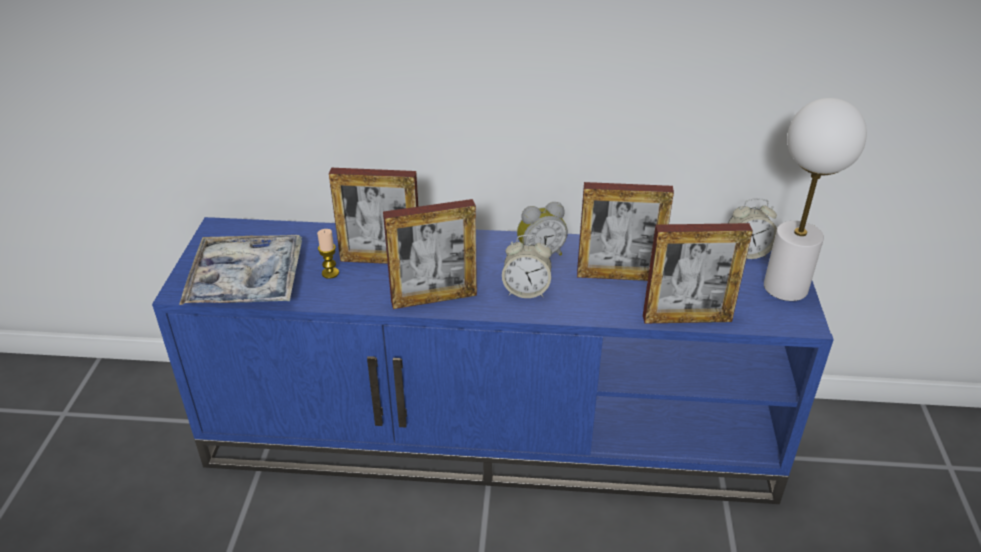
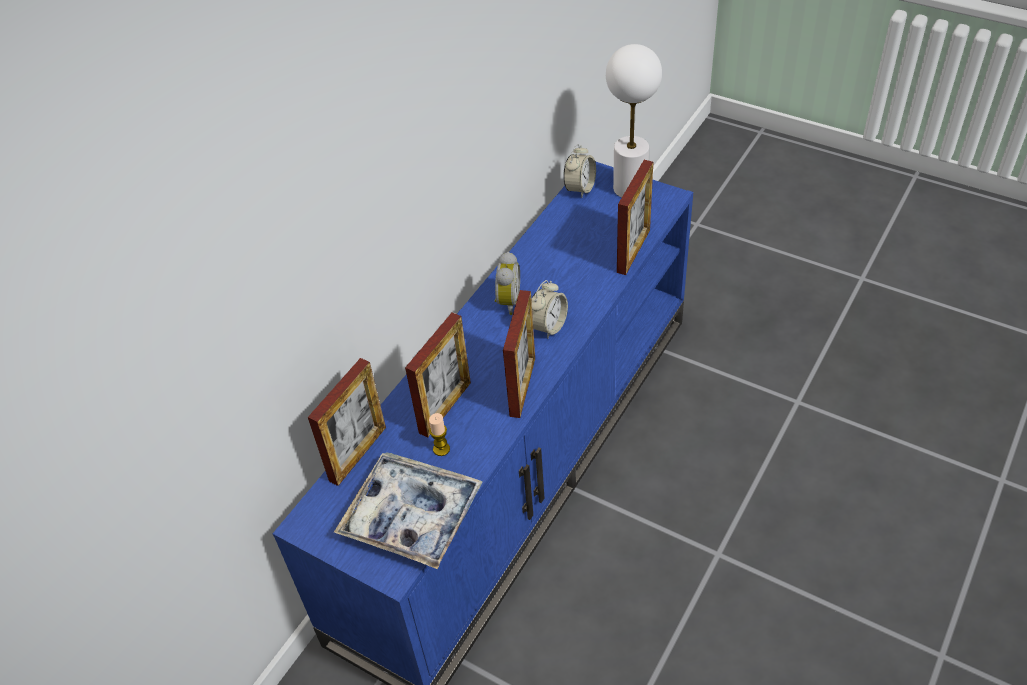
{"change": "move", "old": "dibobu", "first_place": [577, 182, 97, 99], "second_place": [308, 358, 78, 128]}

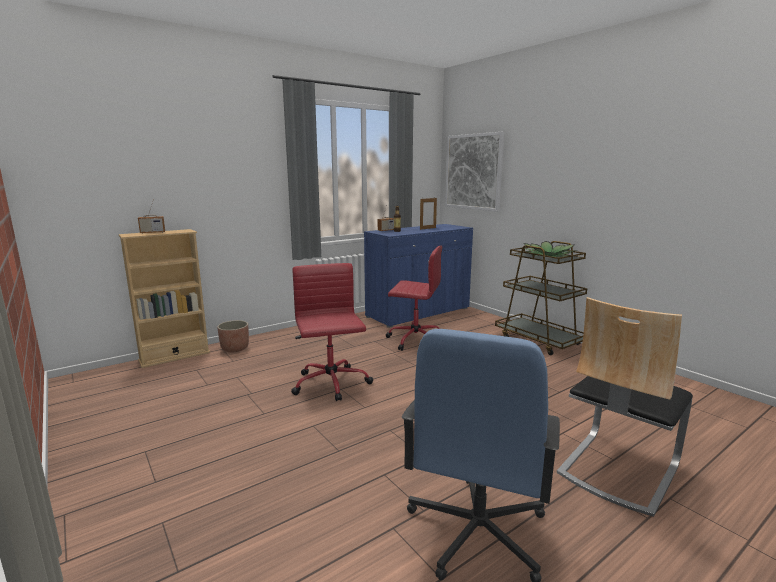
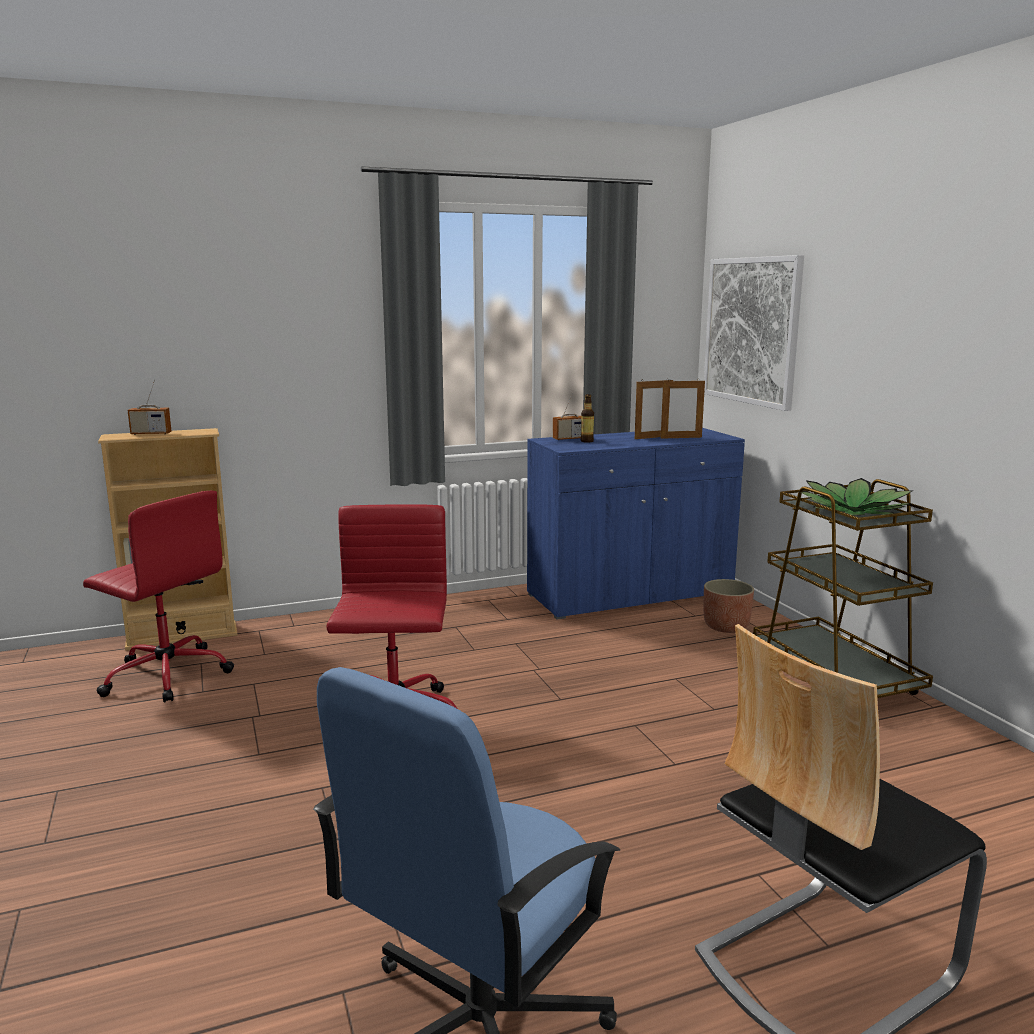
{"change": "move", "old": "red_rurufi", "first_place": [386, 245, 57, 106], "second_place": [83, 490, 151, 213]}
{"change": "insert", "new": "dibobu", "second_place": [661, 380, 44, 59]}
{"change": "move", "old": "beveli", "first_place": [217, 320, 32, 32], "second_place": [704, 579, 50, 54]}

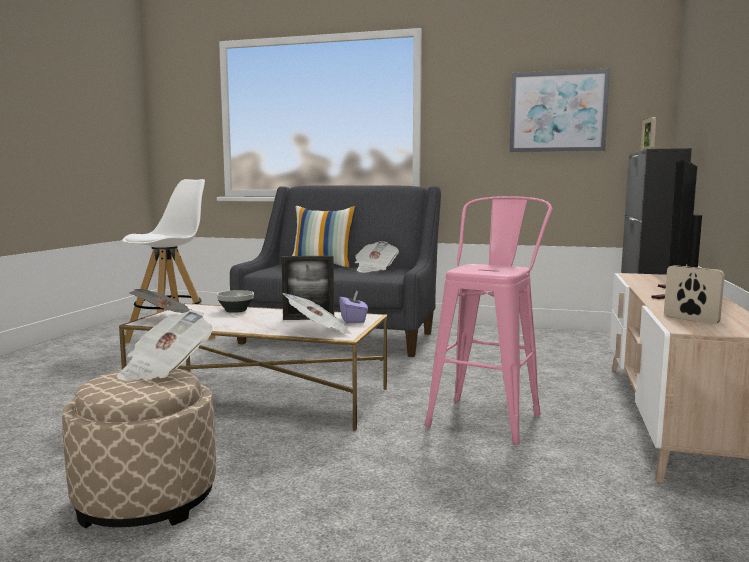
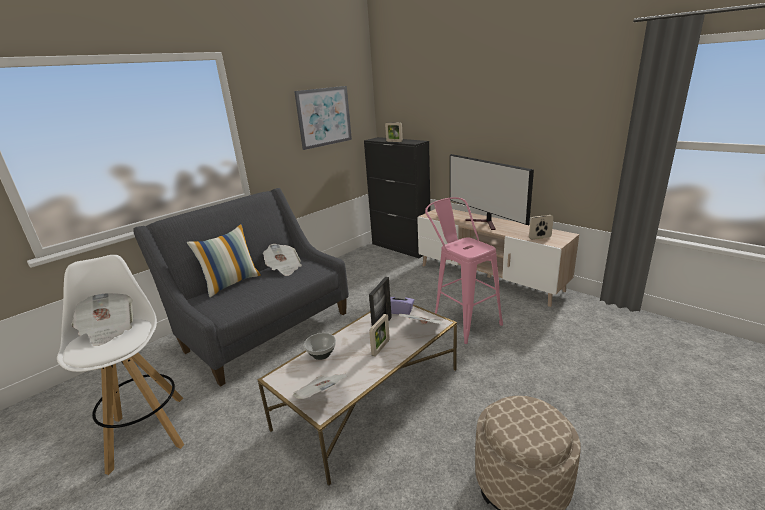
{"change": "move", "old": "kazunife", "first_place": [117, 311, 96, 70], "second_place": [72, 293, 61, 53]}
{"change": "insert", "new": "dibobu", "second_place": [369, 314, 21, 43]}

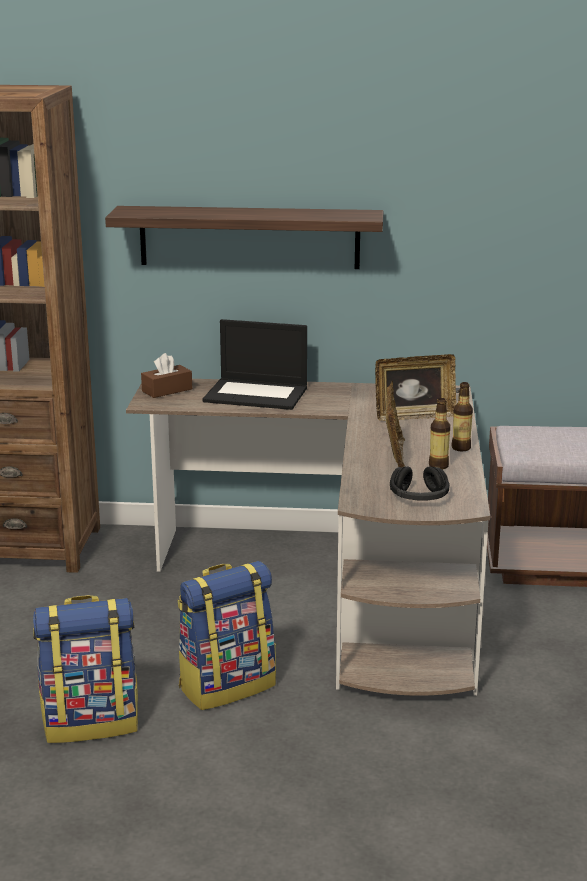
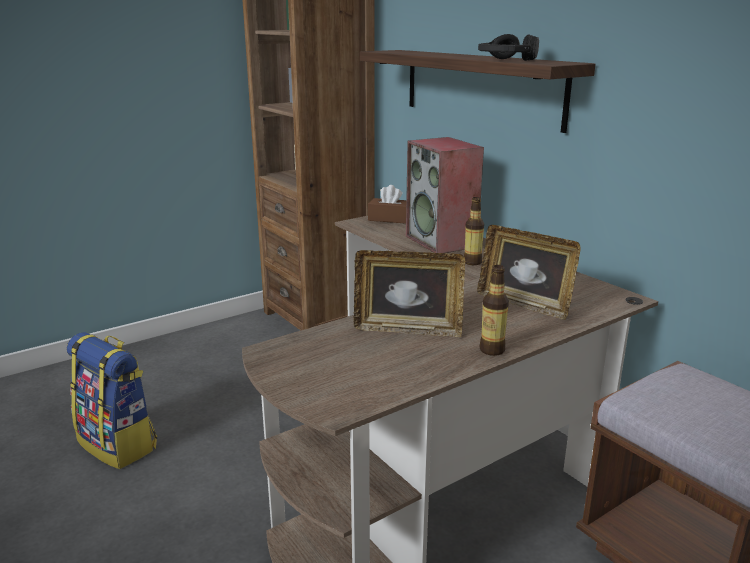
{"change": "rotate", "old": "dibobu", "first_place": [385, 381, 20, 86], "second_place": [353, 250, 112, 87], "degrees": 45}
{"change": "replace", "old": "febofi", "new": "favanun", "first_place": [202, 319, 105, 91], "second_place": [406, 137, 78, 116]}
{"change": "move", "old": "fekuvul", "first_place": [429, 398, 21, 71], "second_place": [464, 197, 20, 68]}
{"change": "move", "old": "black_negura", "first_place": [390, 466, 60, 35], "second_place": [478, 34, 61, 27]}
{"change": "delete", "old": "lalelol", "first_place": [178, 561, 98, 149]}

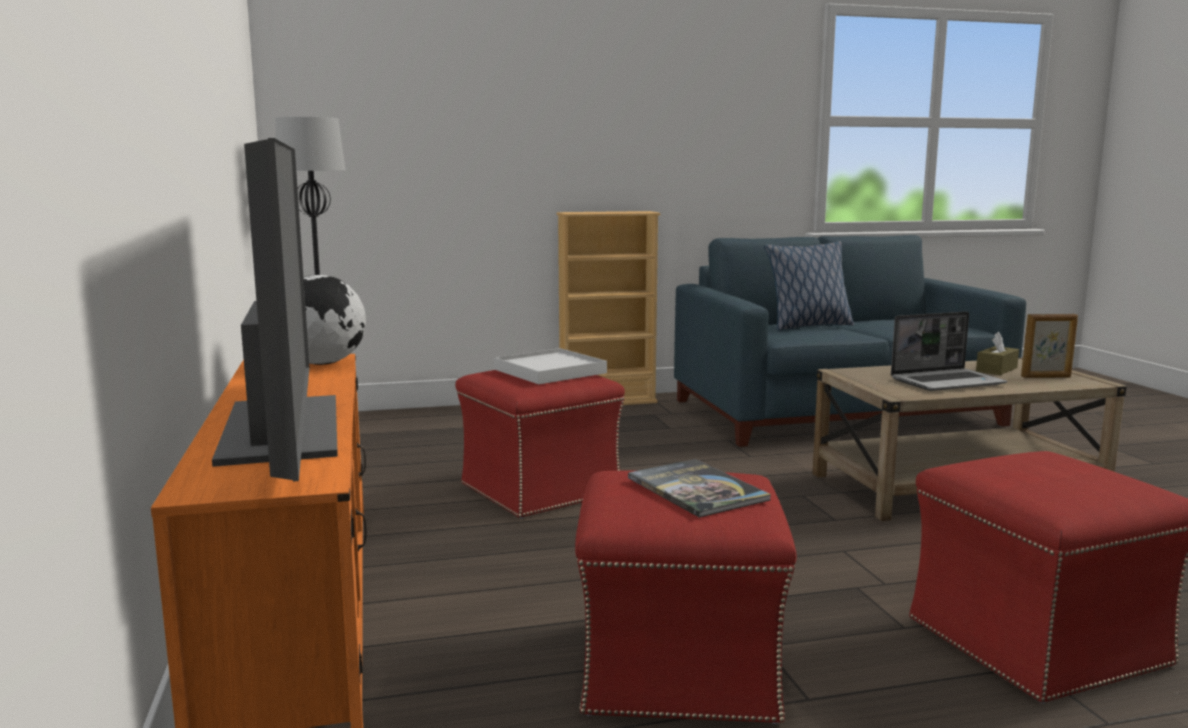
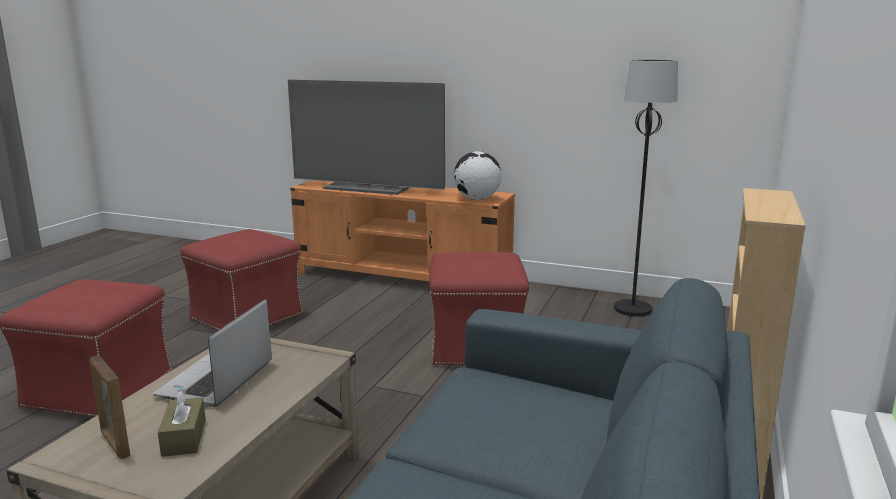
{"change": "rotate", "old": "dibobu", "first_place": [1021, 314, 57, 64], "second_place": [90, 355, 40, 104], "degrees": -75}
{"change": "delete", "old": "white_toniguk", "first_place": [494, 348, 113, 36]}
{"change": "delete", "old": "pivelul", "first_place": [628, 459, 143, 59]}
{"change": "delete", "old": "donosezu", "first_place": [764, 241, 90, 90]}

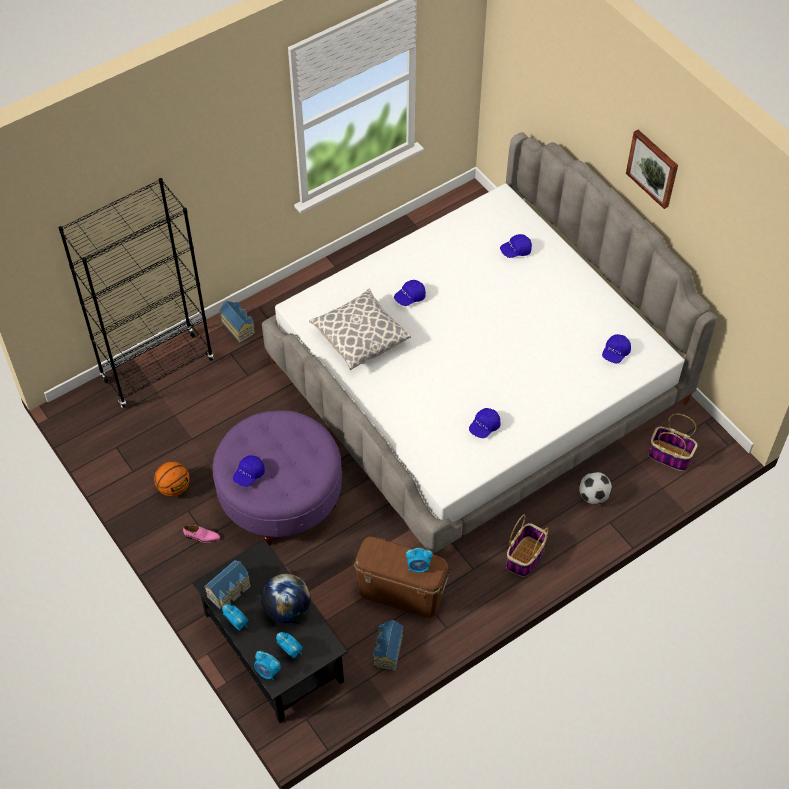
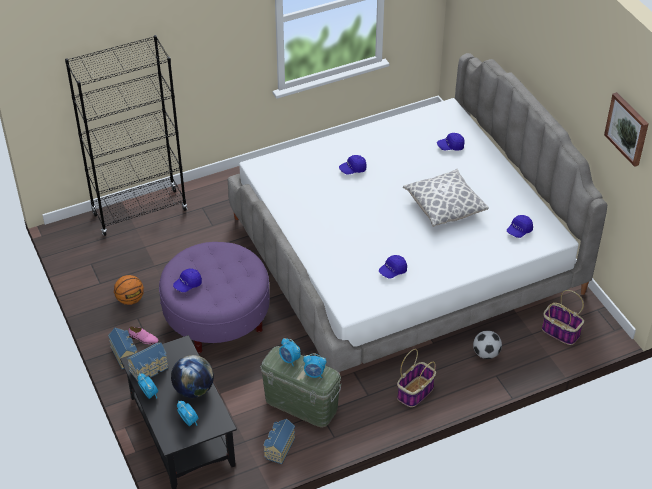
{"change": "move", "old": "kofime", "first_place": [219, 301, 36, 42], "second_place": [108, 328, 29, 41]}
{"change": "recolor", "old": "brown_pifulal", "new": "green_pifulal", "first_place": [353, 536, 97, 82], "second_place": [260, 346, 82, 82]}
{"change": "move", "old": "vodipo", "first_place": [254, 651, 27, 29], "second_place": [279, 338, 22, 28]}
{"change": "move", "old": "donosezu", "first_place": [309, 289, 102, 81], "second_place": [403, 169, 85, 58]}
{"change": "move", "old": "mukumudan", "first_place": [626, 130, 52, 79], "second_place": [604, 92, 44, 75]}

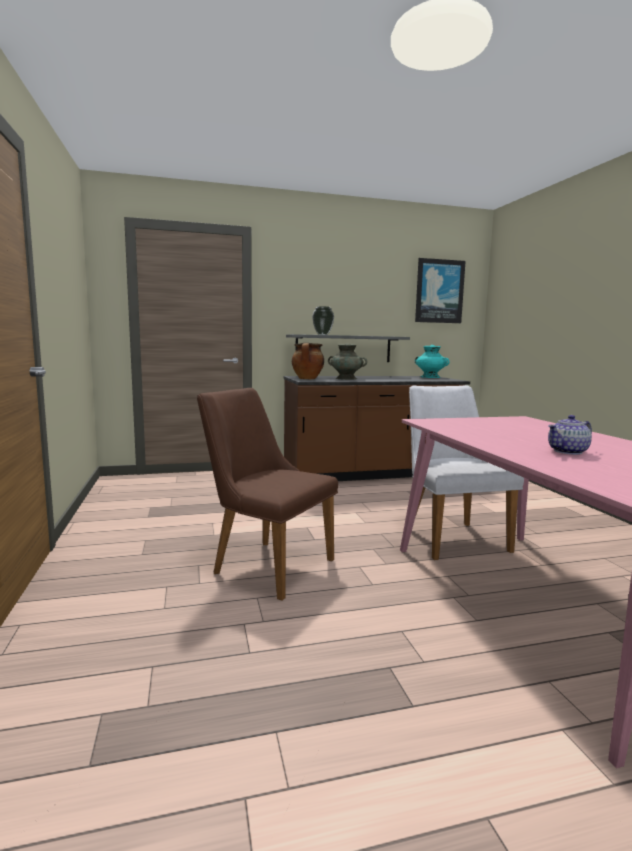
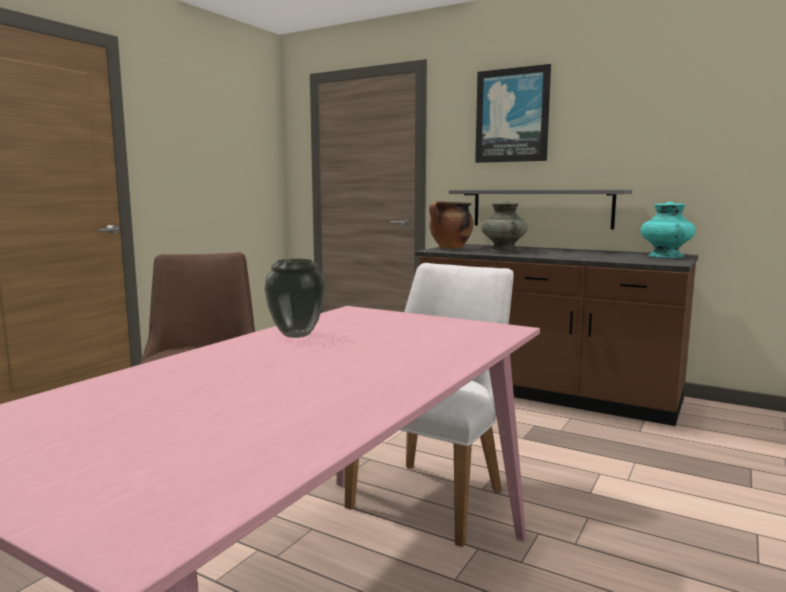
{"change": "move", "old": "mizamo", "first_place": [312, 306, 22, 29], "second_place": [264, 259, 62, 79]}
{"change": "move", "old": "mukumudan", "first_place": [415, 258, 51, 65], "second_place": [475, 64, 76, 99]}
{"change": "delete", "old": "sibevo", "first_place": [548, 415, 44, 40]}

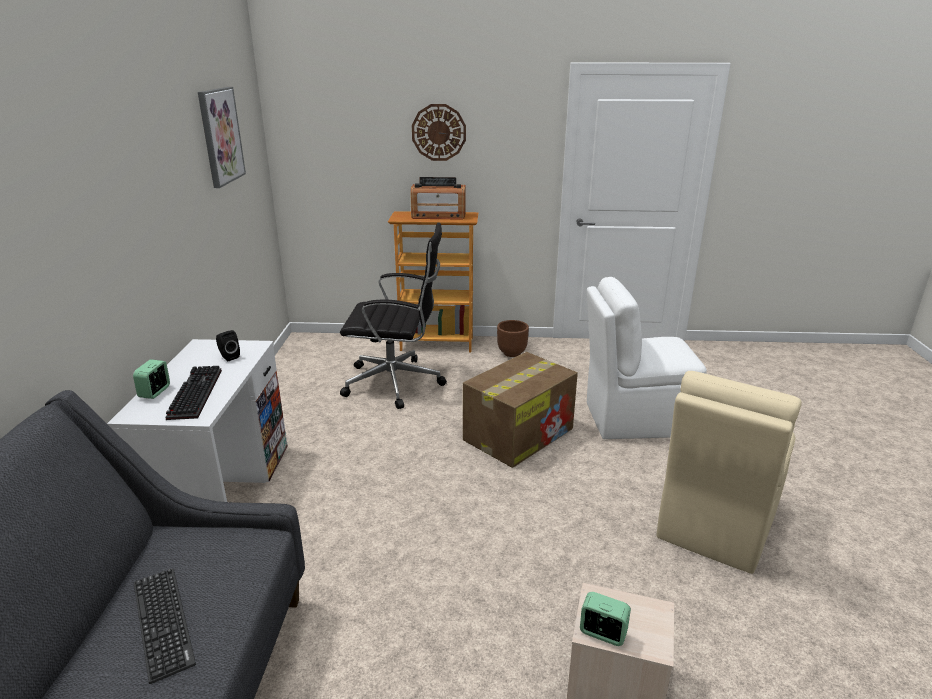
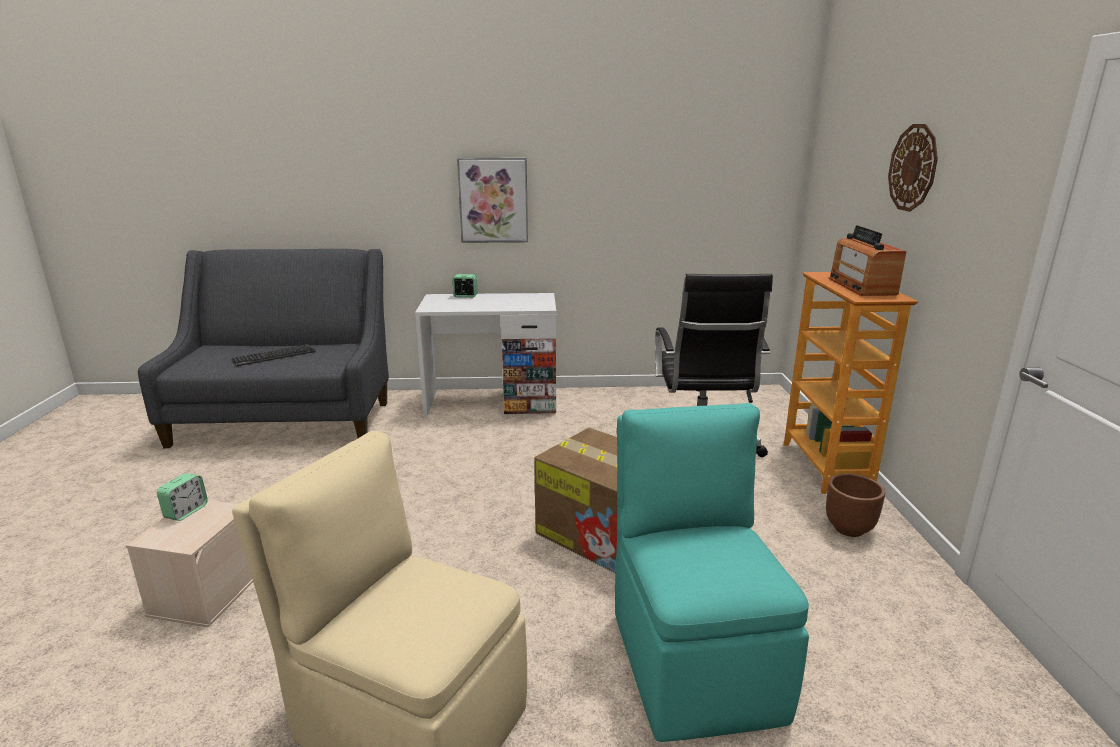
{"change": "move", "old": "mukumudan", "first_place": [198, 87, 48, 101], "second_place": [457, 158, 71, 85]}
{"change": "recolor", "old": "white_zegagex", "new": "turquoise_zegagex", "first_place": [587, 277, 120, 162], "second_place": [615, 403, 194, 339]}
{"change": "delete", "old": "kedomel", "first_place": [165, 366, 57, 54]}
{"change": "delete", "old": "black_favanun", "first_place": [216, 330, 24, 31]}

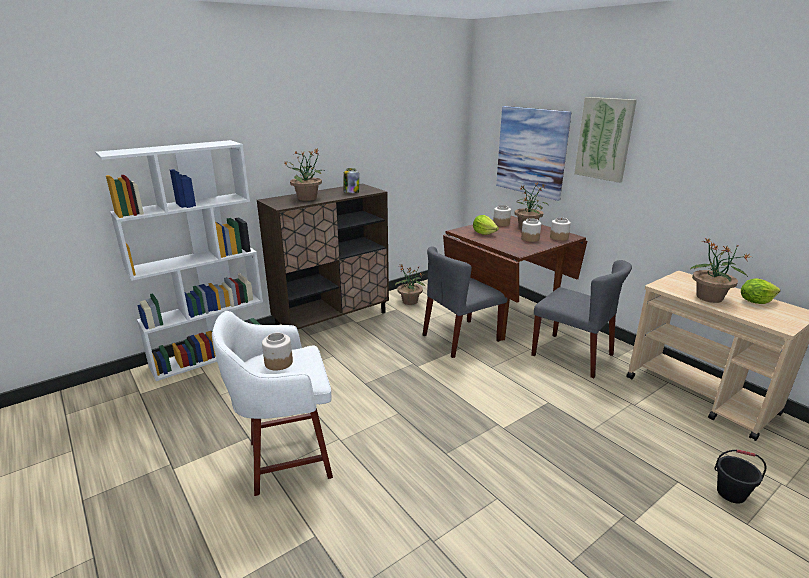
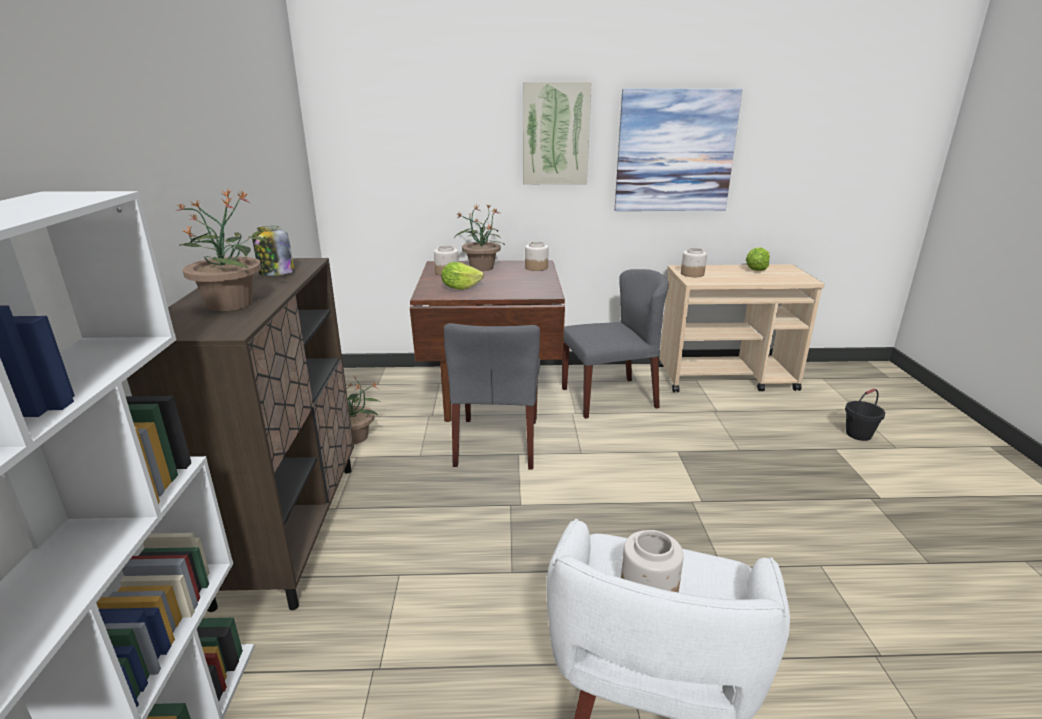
{"change": "move", "old": "mukumudan", "first_place": [496, 106, 76, 95], "second_place": [615, 89, 128, 122]}
{"change": "move", "old": "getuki", "first_place": [521, 218, 20, 24], "second_place": [681, 248, 26, 29]}
{"change": "delete", "old": "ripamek", "first_place": [691, 238, 58, 65]}

